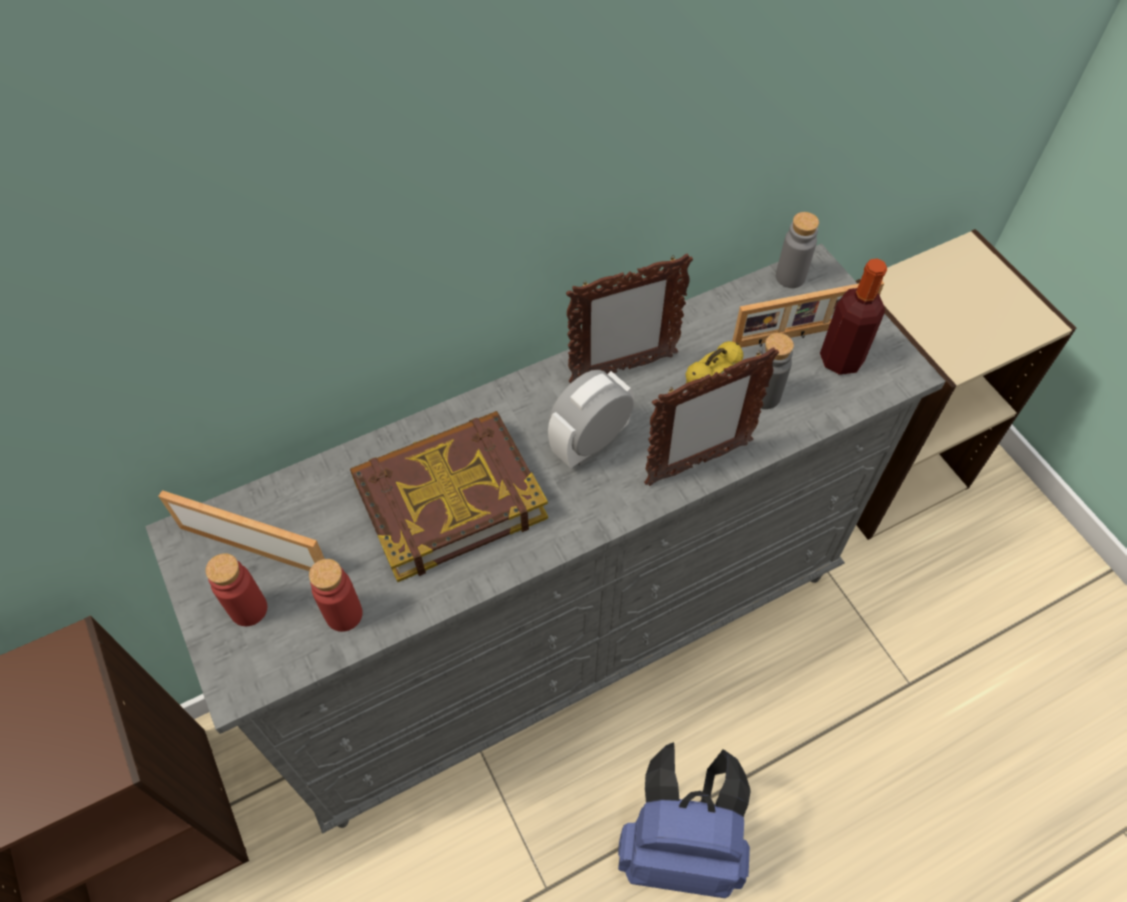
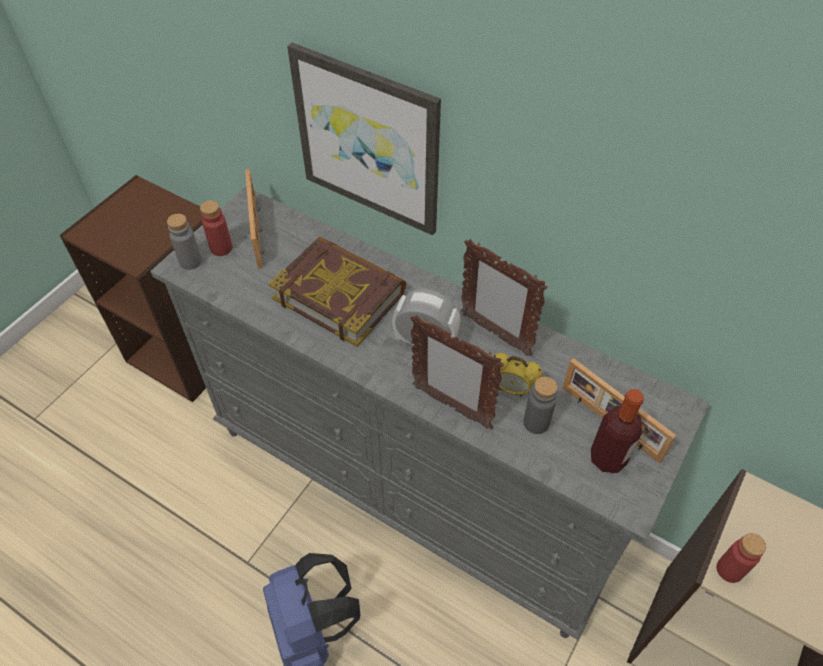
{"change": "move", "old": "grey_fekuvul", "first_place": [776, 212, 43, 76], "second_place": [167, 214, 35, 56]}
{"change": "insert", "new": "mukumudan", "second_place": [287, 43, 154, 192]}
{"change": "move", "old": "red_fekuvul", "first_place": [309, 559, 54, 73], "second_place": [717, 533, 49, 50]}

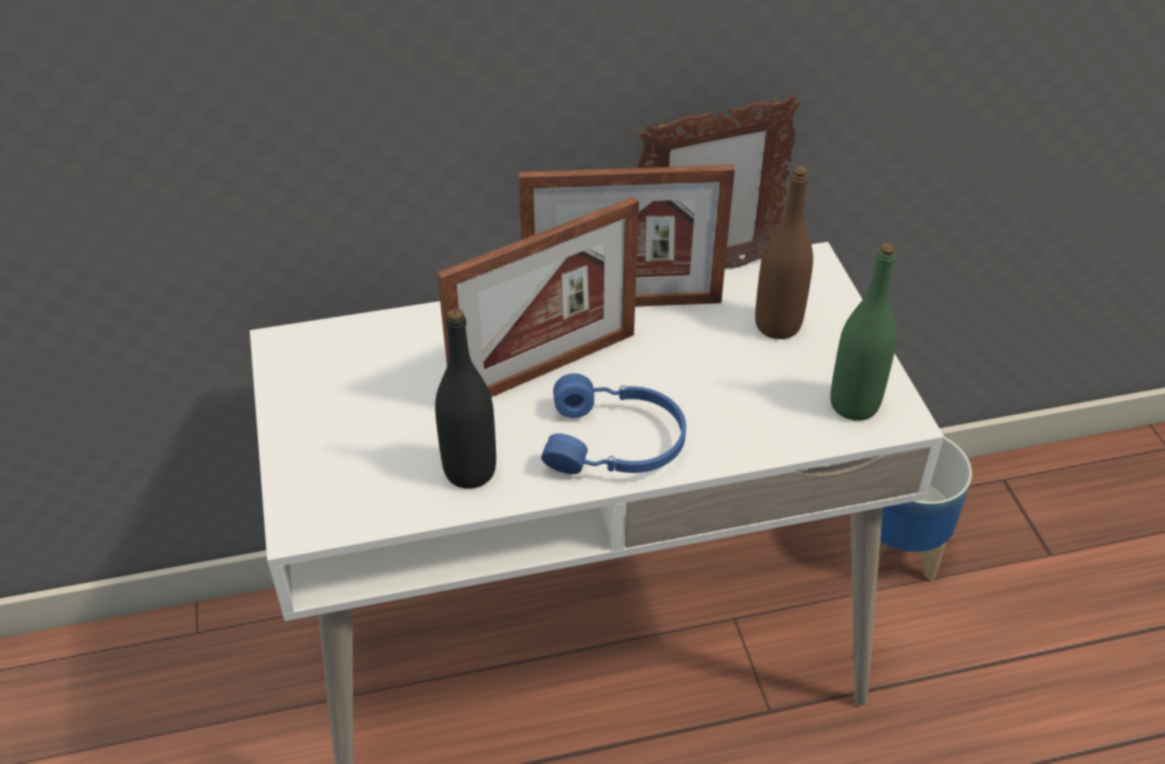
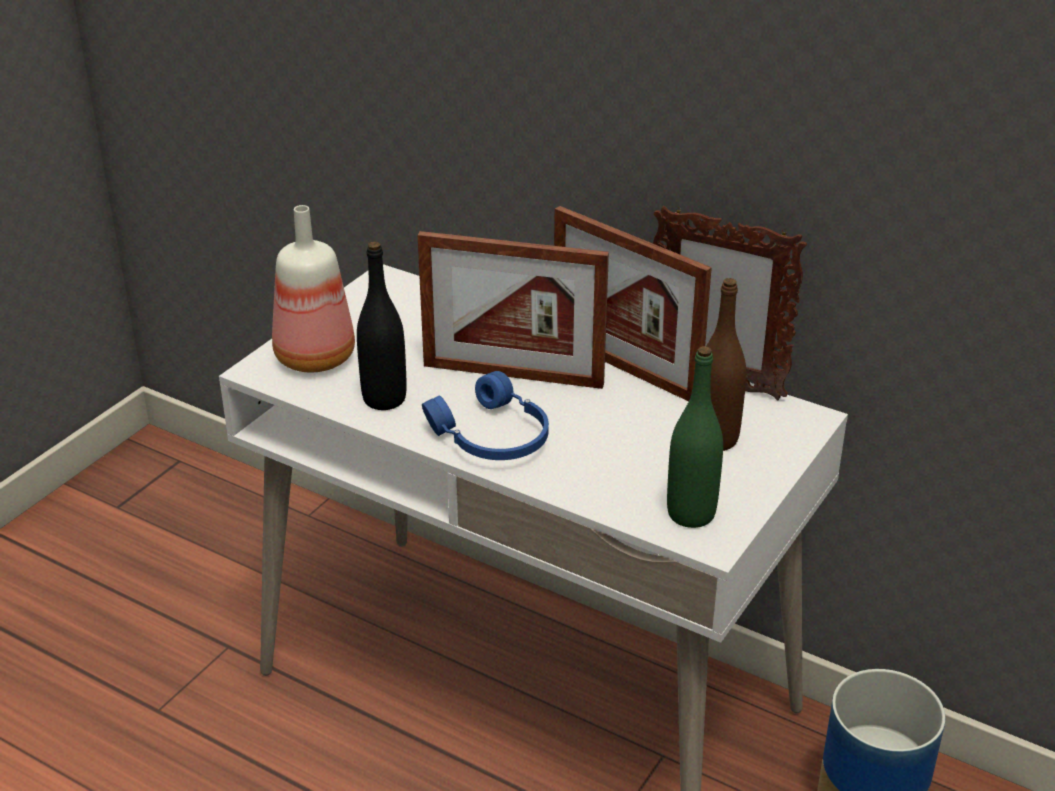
{"change": "insert", "new": "fekuvul", "second_place": [272, 205, 83, 168]}

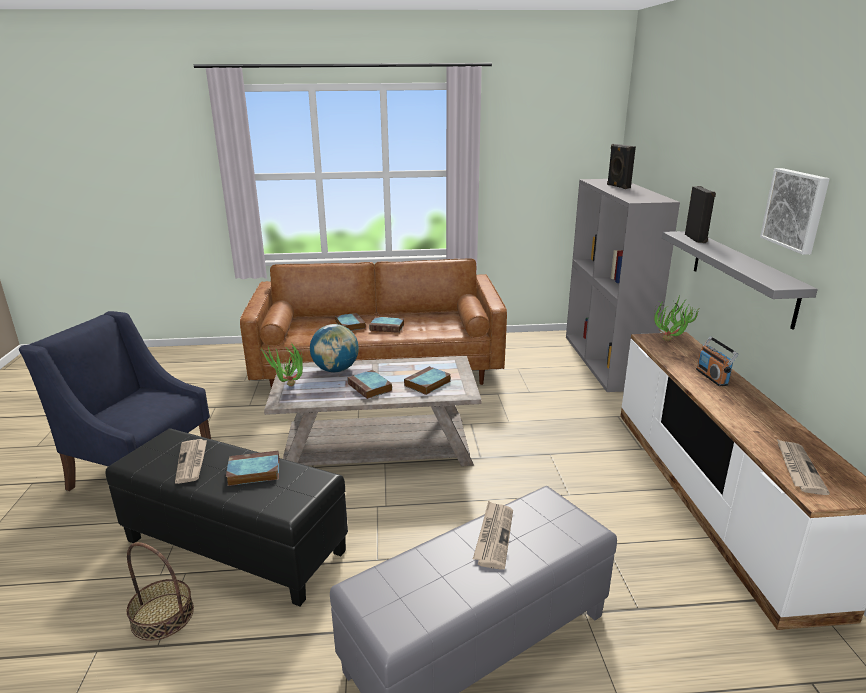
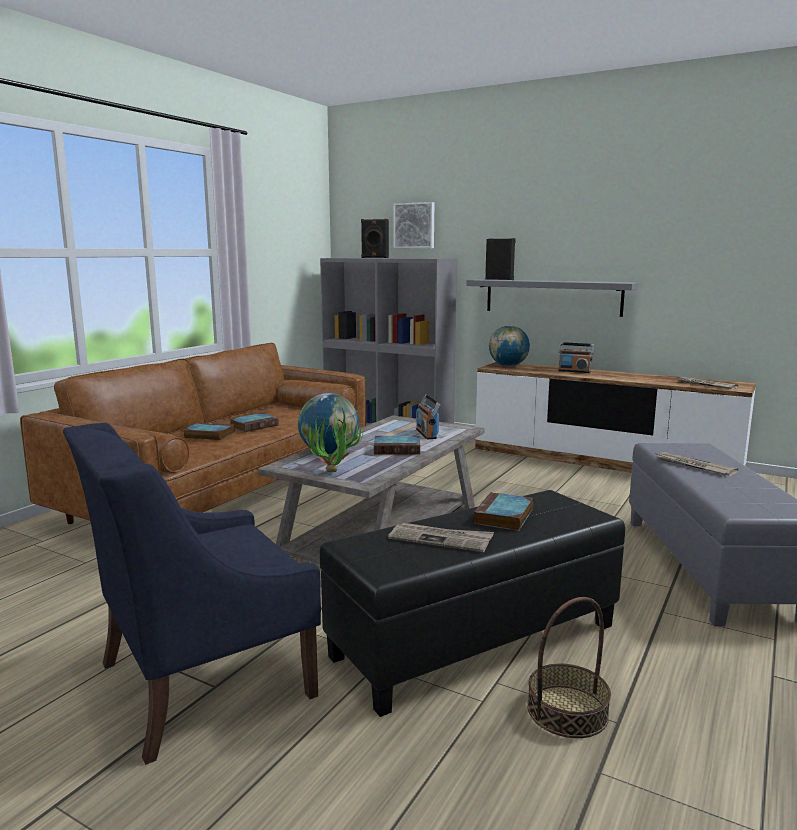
{"change": "move", "old": "mukumudan", "first_place": [760, 168, 70, 87], "second_place": [393, 202, 41, 46]}
{"change": "replace", "old": "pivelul", "new": "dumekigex", "first_place": [404, 366, 47, 29], "second_place": [416, 395, 25, 44]}
{"change": "replace", "old": "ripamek", "new": "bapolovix", "first_place": [654, 296, 45, 45], "second_place": [489, 326, 41, 40]}

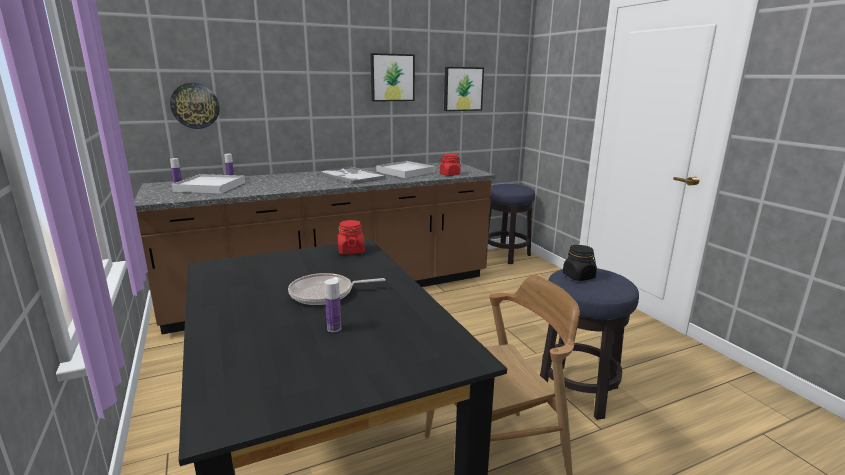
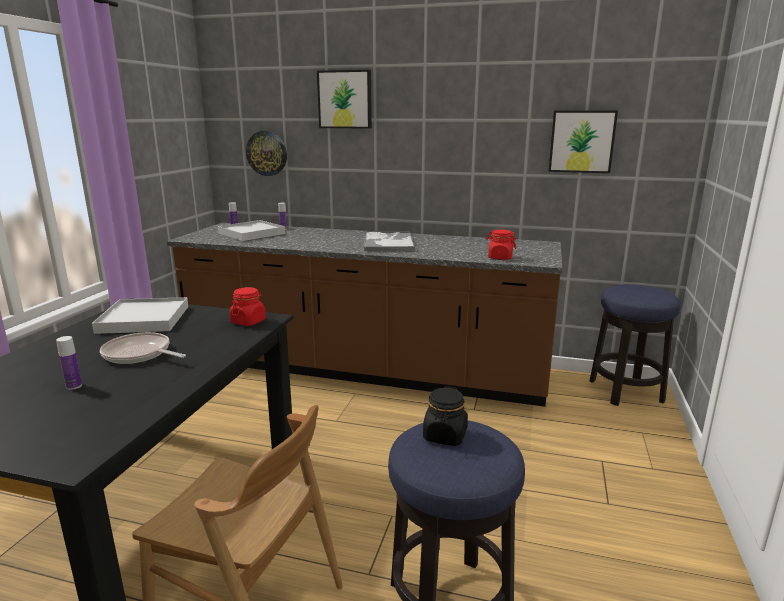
{"change": "move", "old": "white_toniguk", "first_place": [376, 161, 59, 17], "second_place": [92, 297, 96, 37]}
{"change": "move", "old": "mukumudan", "first_place": [370, 53, 45, 49], "second_place": [317, 70, 55, 59]}

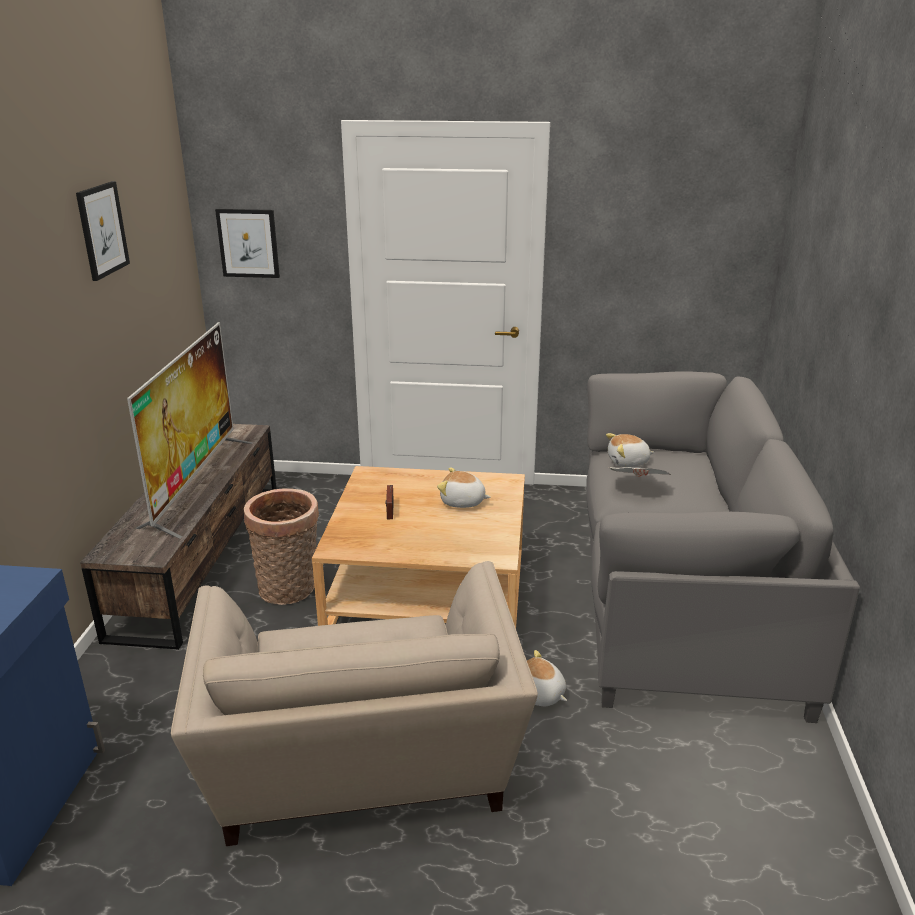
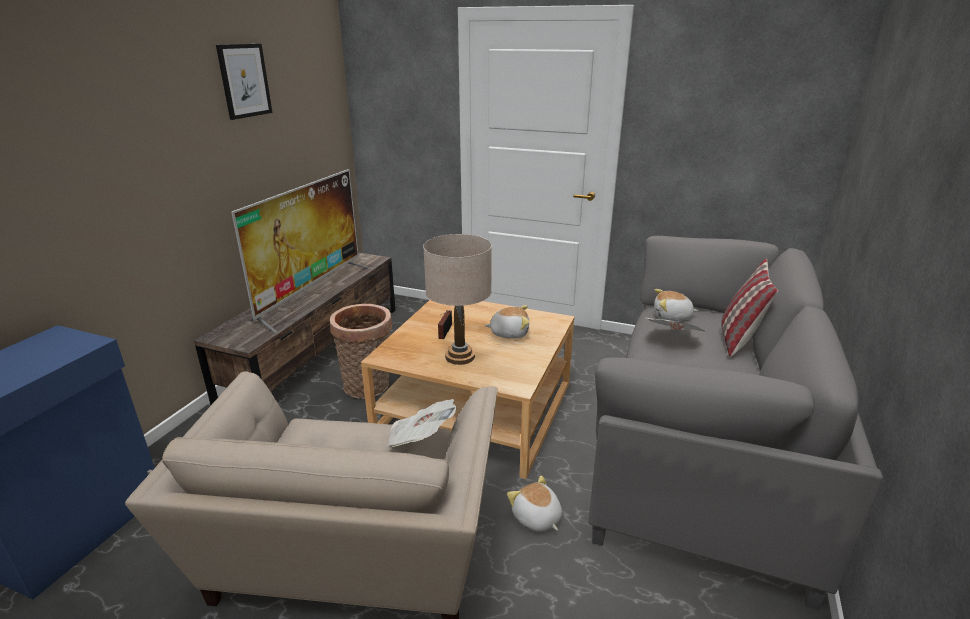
{"change": "insert", "new": "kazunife", "second_place": [386, 399, 70, 48]}
{"change": "insert", "new": "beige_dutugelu", "second_place": [423, 234, 69, 131]}
{"change": "rotate", "old": "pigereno", "first_place": [437, 468, 53, 40], "second_place": [485, 305, 44, 34], "degrees": 150}
{"change": "insert", "new": "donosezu", "second_place": [721, 259, 57, 98]}
{"change": "delete", "old": "mukumudan", "first_place": [215, 209, 65, 69]}

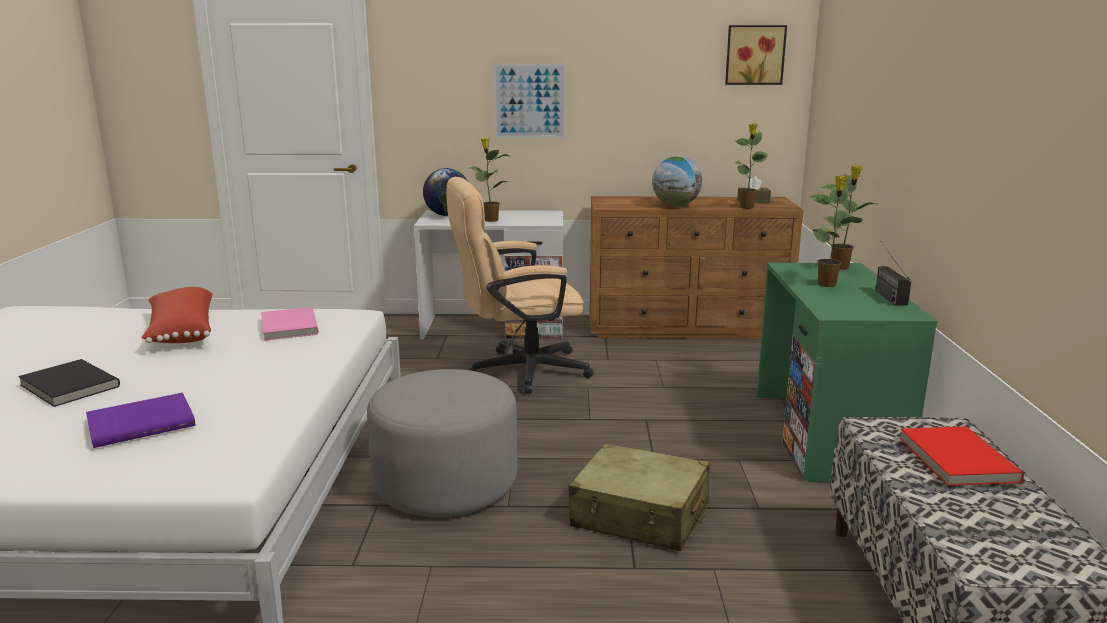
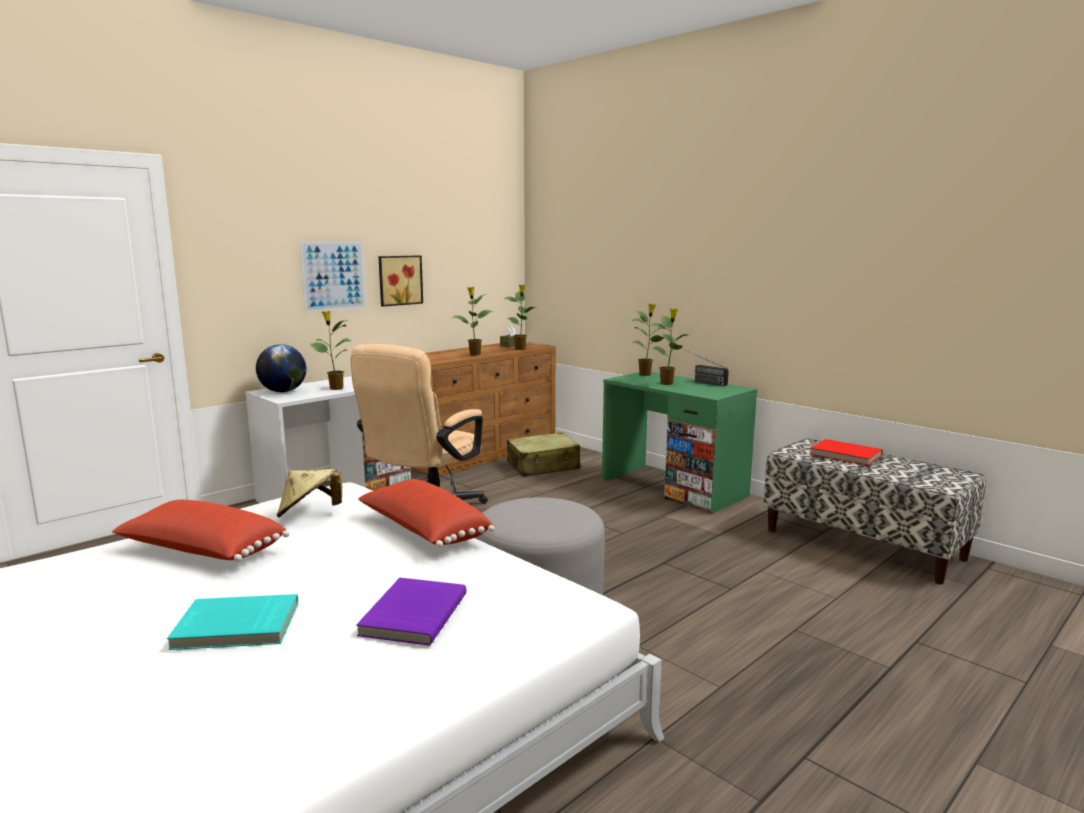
{"change": "recolor", "old": "black_pivelul", "new": "turquoise_pivelul", "first_place": [18, 359, 102, 48], "second_place": [167, 594, 131, 56]}
{"change": "replace", "old": "pink_pivelul", "new": "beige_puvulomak", "first_place": [261, 307, 58, 34], "second_place": [277, 469, 65, 49]}
{"change": "insert", "new": "red_donosezu", "second_place": [358, 479, 137, 68]}
{"change": "move", "old": "mukumudan", "first_place": [725, 25, 62, 60], "second_place": [378, 255, 45, 52]}
{"change": "replace", "old": "bapolovix", "new": "ripamek", "first_place": [652, 156, 50, 50], "second_place": [452, 287, 42, 68]}
{"change": "move", "old": "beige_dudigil", "first_place": [568, 443, 142, 108], "second_place": [507, 432, 73, 45]}

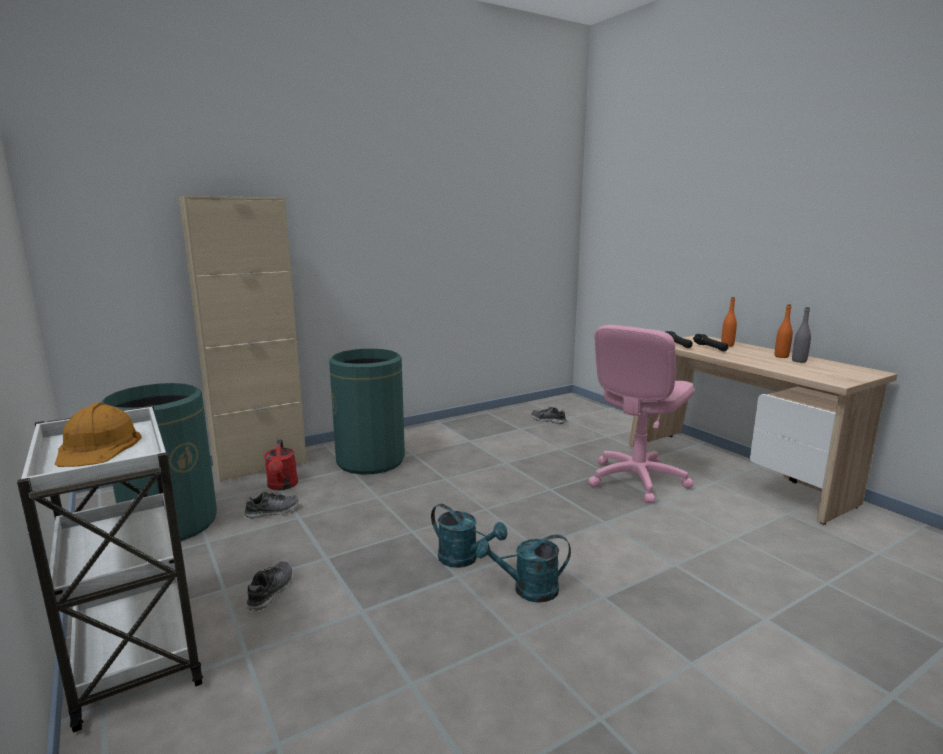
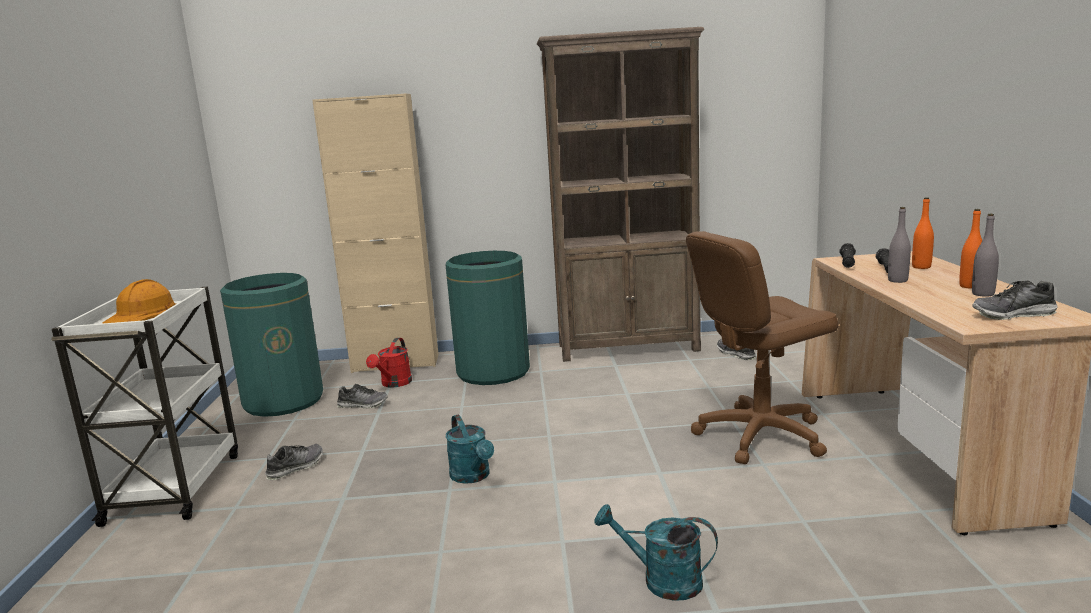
{"change": "insert", "new": "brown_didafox", "second_place": [537, 27, 167, 335]}
{"change": "move", "old": "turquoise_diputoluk", "first_place": [476, 535, 95, 68], "second_place": [594, 504, 124, 97]}
{"change": "recolor", "old": "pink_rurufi", "new": "brown_rurufi", "first_place": [588, 325, 106, 178], "second_place": [686, 231, 152, 233]}
{"change": "insert", "new": "grey_fekuvul", "second_place": [888, 207, 23, 76]}
{"change": "insert", "new": "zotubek", "second_place": [972, 280, 86, 40]}

